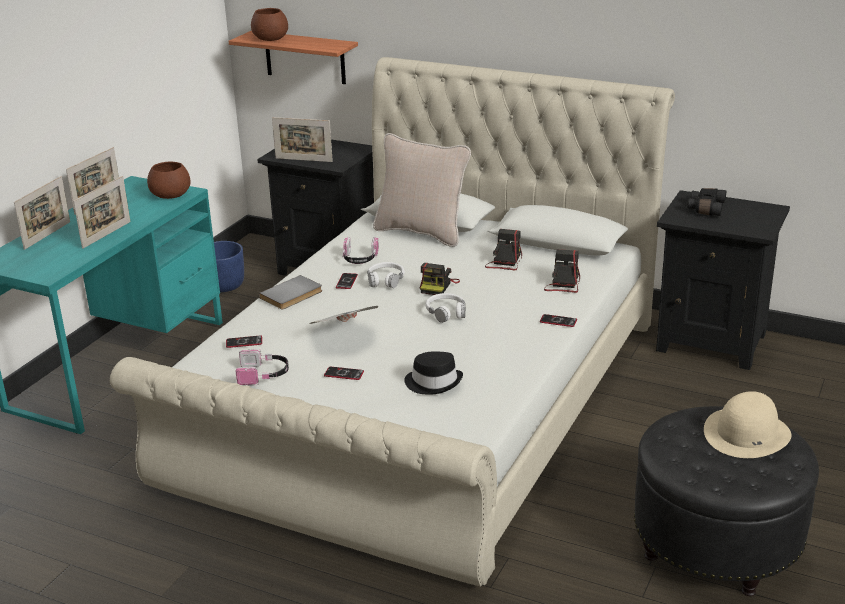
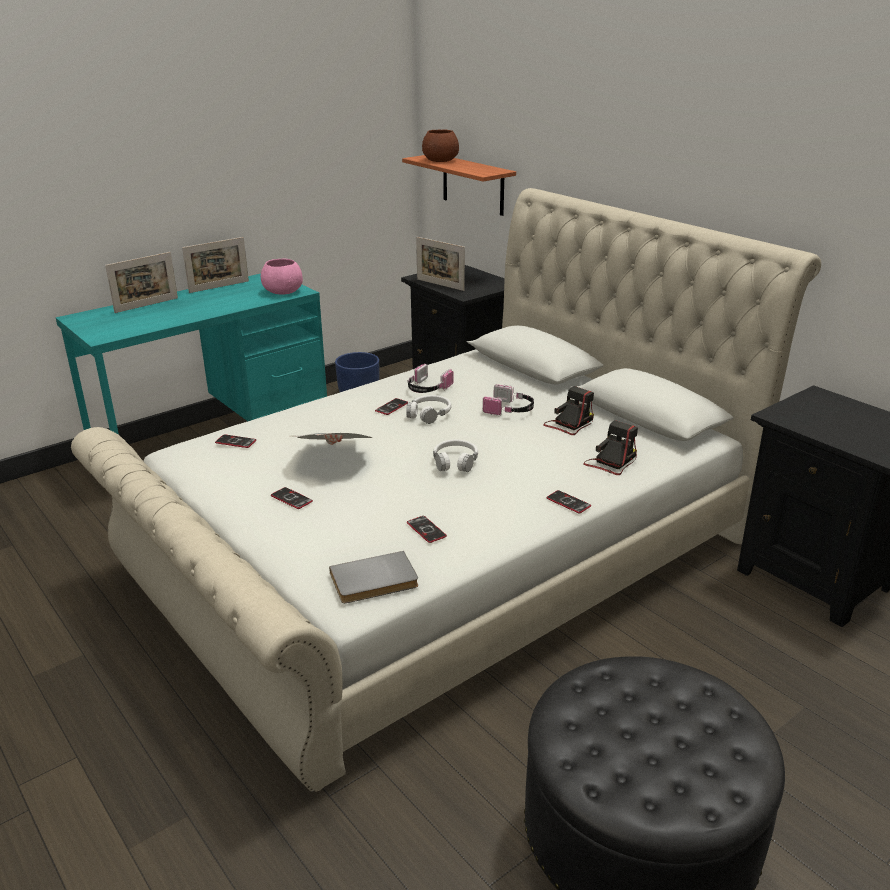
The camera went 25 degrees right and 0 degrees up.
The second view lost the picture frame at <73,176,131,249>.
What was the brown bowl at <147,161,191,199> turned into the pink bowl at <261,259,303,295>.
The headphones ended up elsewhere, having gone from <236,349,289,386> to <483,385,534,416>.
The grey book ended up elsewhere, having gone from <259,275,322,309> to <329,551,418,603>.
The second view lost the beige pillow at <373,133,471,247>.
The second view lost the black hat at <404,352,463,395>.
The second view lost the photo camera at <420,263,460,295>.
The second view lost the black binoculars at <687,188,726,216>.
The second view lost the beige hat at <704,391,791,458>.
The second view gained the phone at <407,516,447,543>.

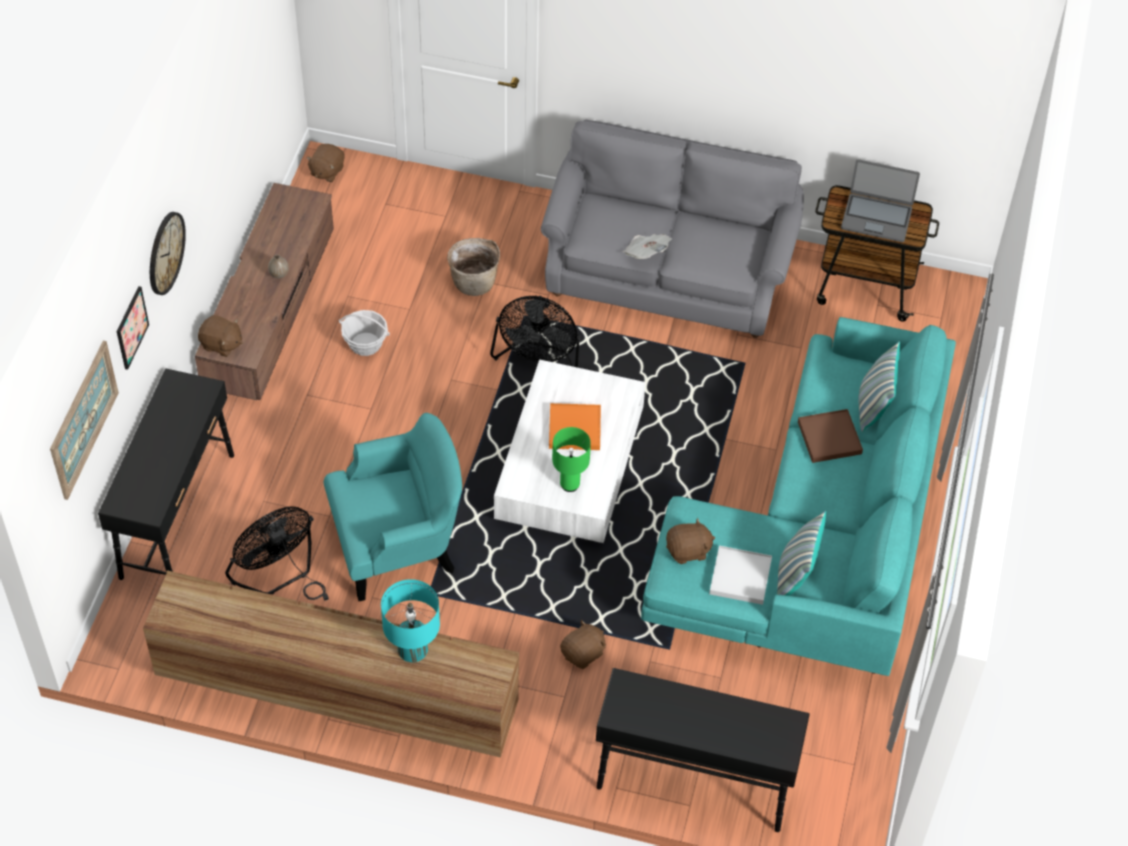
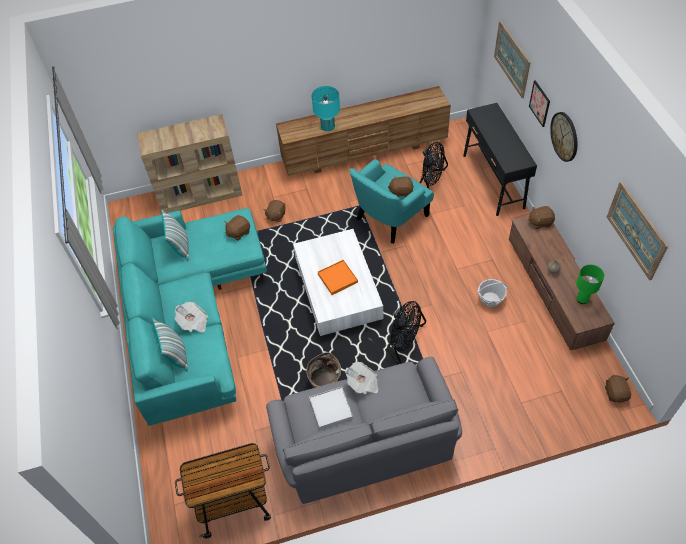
The camera went 155 degrees right and 0 degrees up.
The basket ended up elsewhere, having gone from <447,238,500,296> to <306,352,341,388>.
The black fan at <490,296,581,368> ended up facing another way, 135 degrees clockwise from before.
The green table lamp ended up elsewhere, having gone from <552,427,591,492> to <576,265,604,304>.
Where the black console table stood at <596,668,810,832>, the brown bookcase came to stand at <137,114,243,213>.
The white tray ended up elsewhere, having gone from <709,546,772,605> to <309,387,353,429>.
Where the brown tray stood at <798,409,863,463>, the newspaper came to stand at <175,302,208,333>.
The second view lost the laptop at <841,159,920,242>.
The second view gained the brown plush toy at <388,175,414,197>.
The second view gained the picture at <607,181,668,281>.

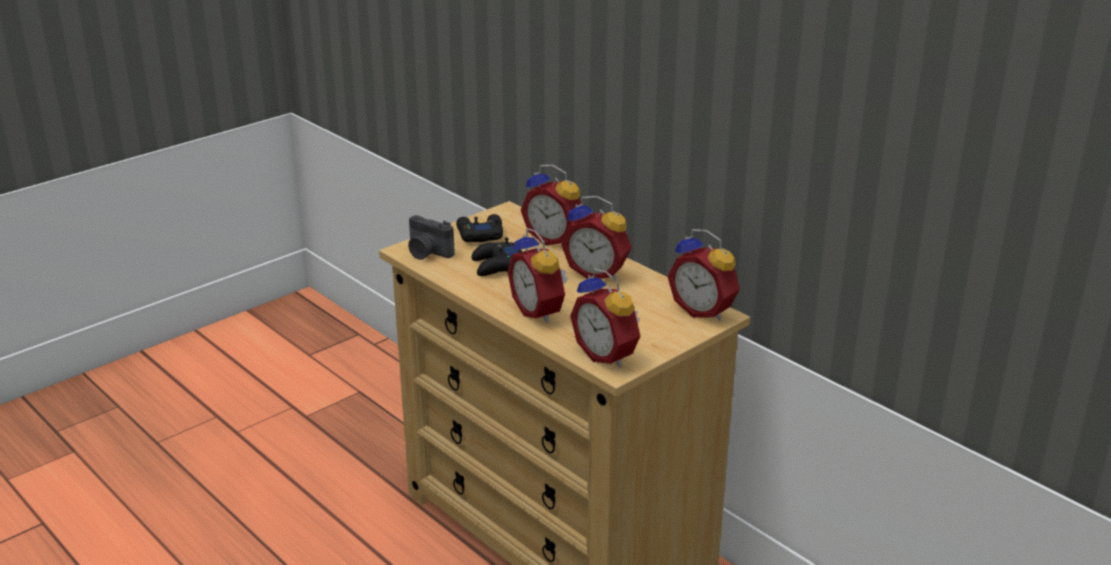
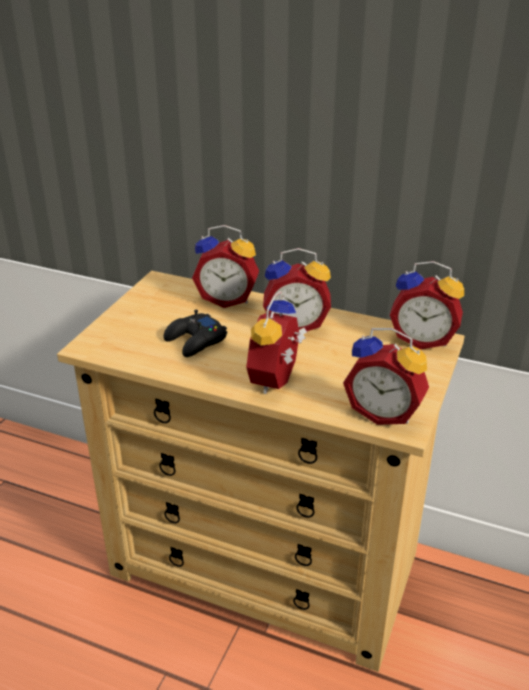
The camera went 25 degrees left and 5 degrees up.
The second view lost the photo camera at <408,215,455,260>.
The second view lost the black game controller at <456,214,503,242>.
The alarm clock at <508,228,568,323> ended up facing another way, 75 degrees clockwise from before.

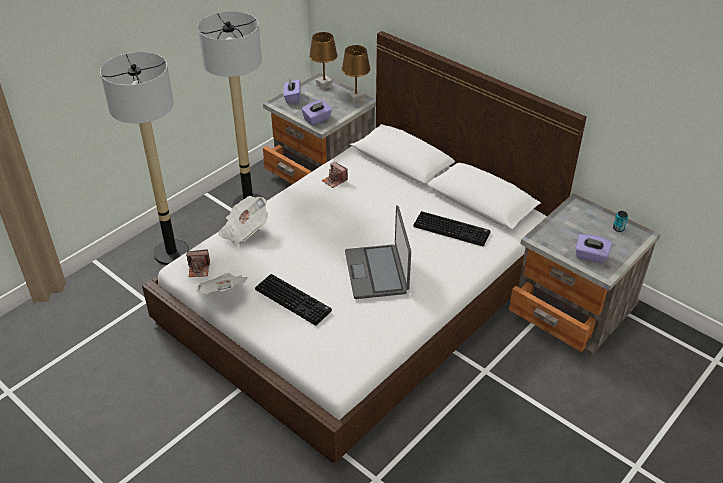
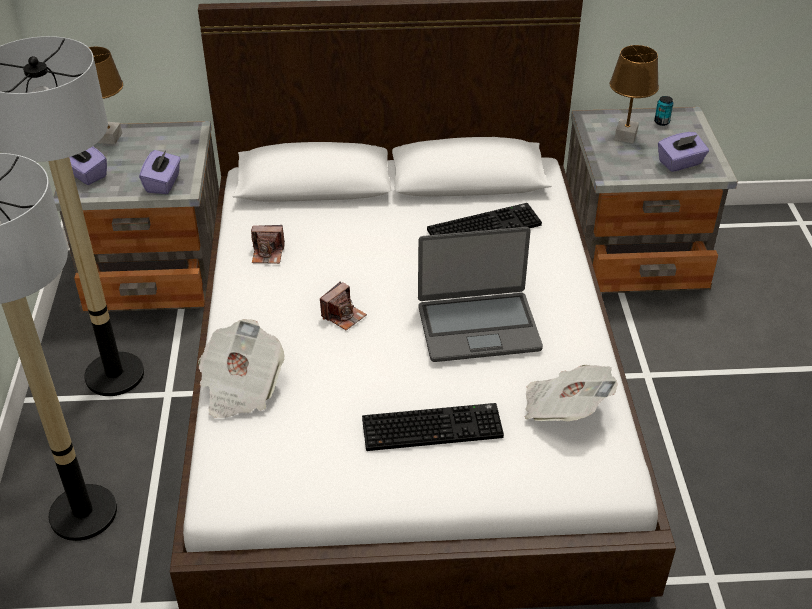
The camera went 45 degrees left and 0 degrees up.
The photo camera ended up elsewhere, having gone from <186,249,210,277> to <320,281,367,330>.
The newspaper ended up elsewhere, having gone from <197,273,248,294> to <525,365,618,421>.
The brown table lamp ended up elsewhere, having gone from <342,45,370,104> to <610,45,659,143>.
The laptop at <345,205,411,299> ended up facing another way, 45 degrees counterclockwise from before.

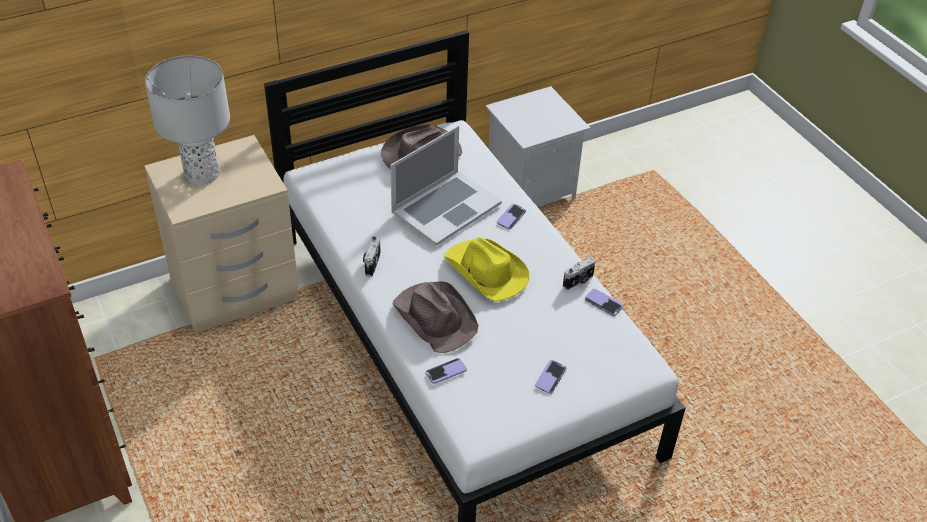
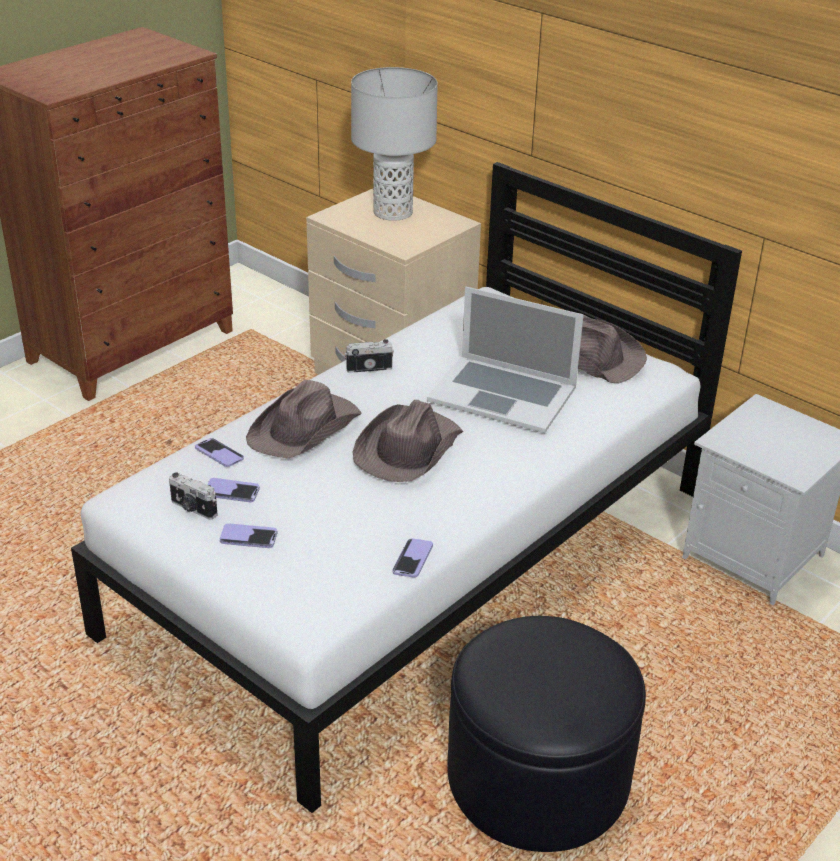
The camera went 70 degrees right and 10 degrees down.
What was the yellow hat at <444,237,530,302> turned into the brown hat at <353,400,464,482>.
The phone ended up elsewhere, having gone from <497,203,526,230> to <207,478,260,502>.
The photo camera ended up elsewhere, having gone from <563,257,595,290> to <169,473,218,520>.
The second view gained the black ottoman at <447,616,646,852>.

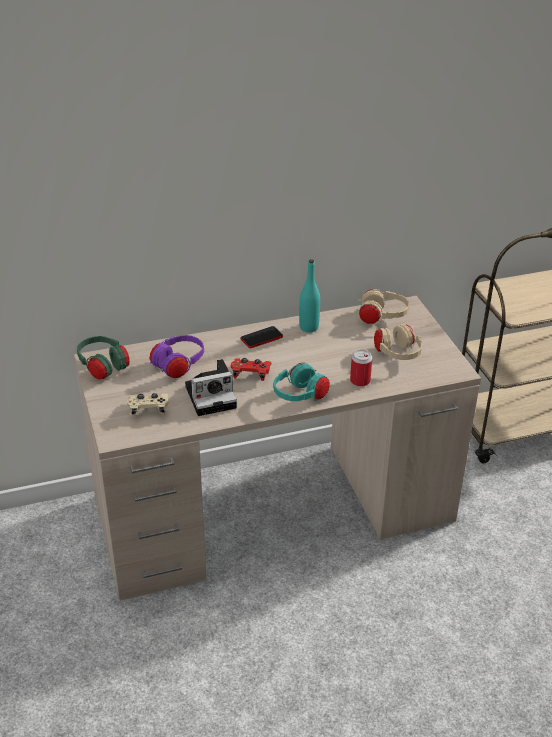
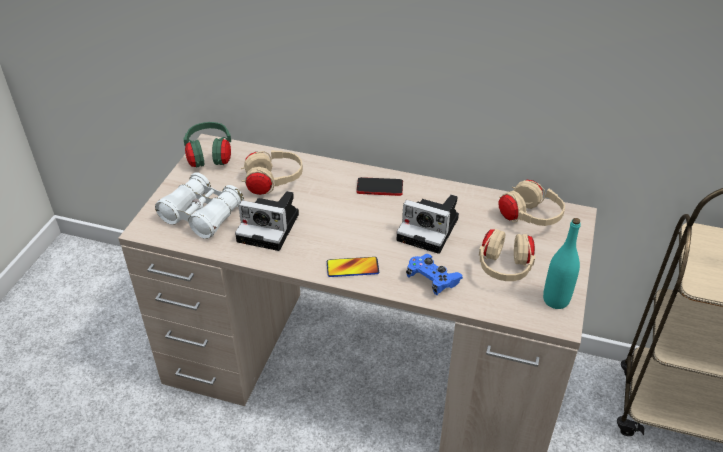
The camera went 35 degrees right and 5 degrees up.
Where the beige game controller stood at <127,393,169,417>, the white binoculars came to stand at <155,172,244,239>.
What was the purple headphones at <150,335,204,378> turned into the beige headphones at <241,150,303,195>.
The second view lost the red game controller at <231,358,272,381>.
Where the turquoise headphones stood at <273,363,330,401>, the phone came to stand at <327,257,379,277>.
The turquoise bottle ended up elsewhere, having gone from <299,259,320,333> to <543,218,581,309>.
Where the can stood at <350,349,372,387>, the blue game controller came to stand at <406,254,463,295>.
The second view gained the photo camera at <397,195,459,254>.

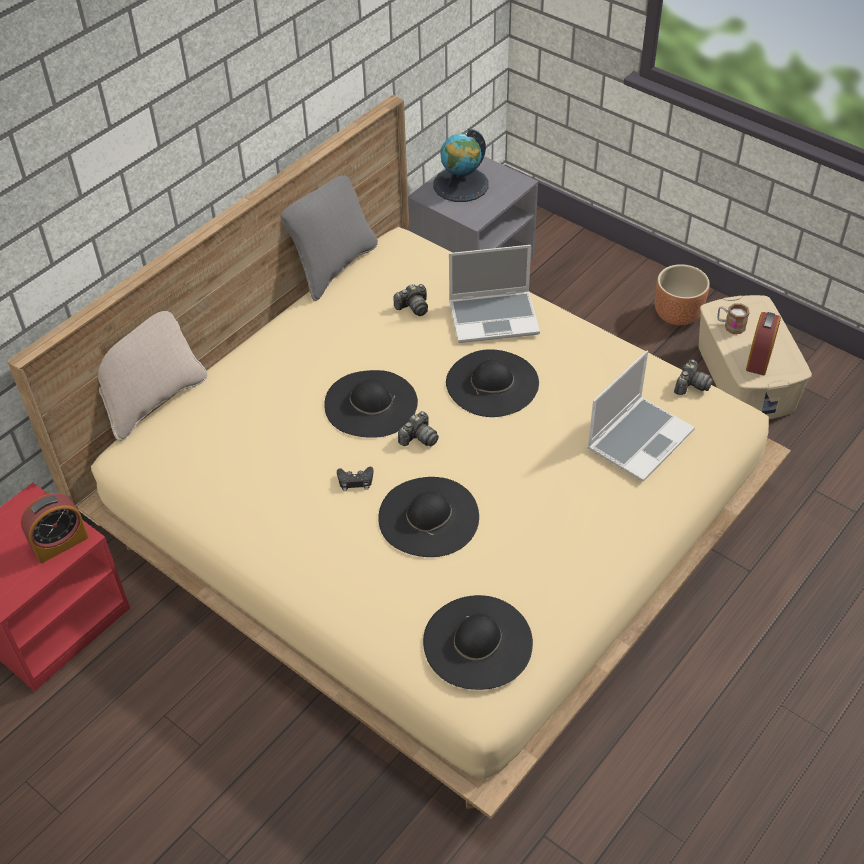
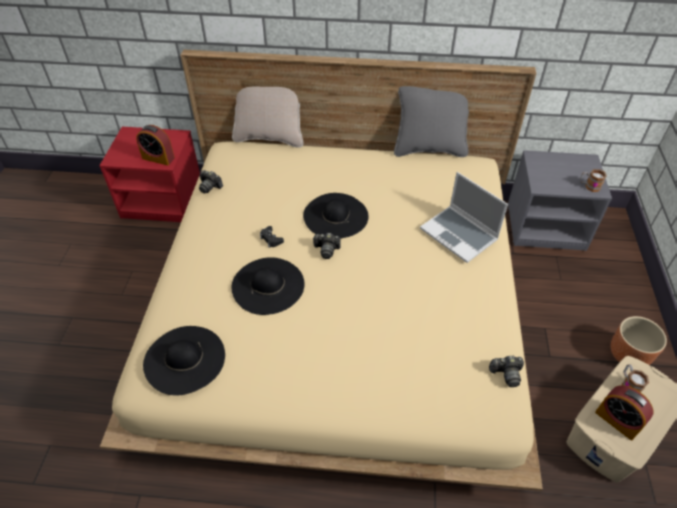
The camera went 55 degrees right and 0 degrees up.
The photo camera ended up elsewhere, having gone from <394,284,428,316> to <199,170,223,194>.
The second view lost the globe at <433,129,488,202>.
The second view lost the black hat at <446,349,539,417>.
The second view lost the laptop at <587,350,695,482>.
The alarm clock at <746,312,781,375> ended up facing another way, 60 degrees clockwise from before.
The second view gained the mug at <580,169,607,192>.

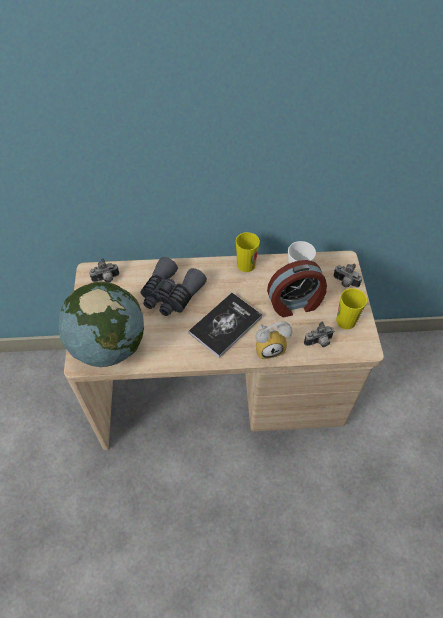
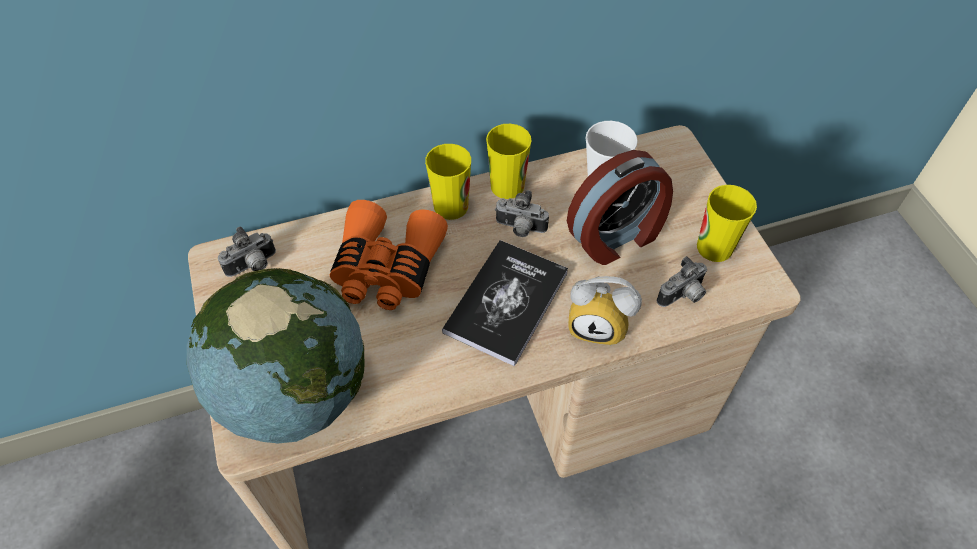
The camera went 15 degrees left and 0 degrees up.
What was the grey binoculars at <140,257,207,316> turned into the orange binoculars at <330,200,448,310>.
The alarm clock at <256,321,292,359> ended up facing another way, 45 degrees clockwise from before.
The photo camera ended up elsewhere, having gone from <333,263,362,288> to <495,190,549,237>.
The second view gained the cup at <425,144,471,220>.

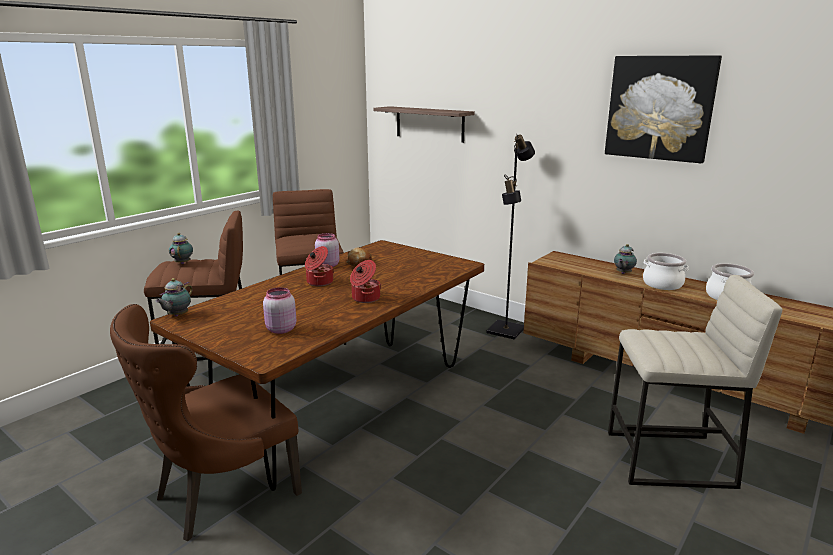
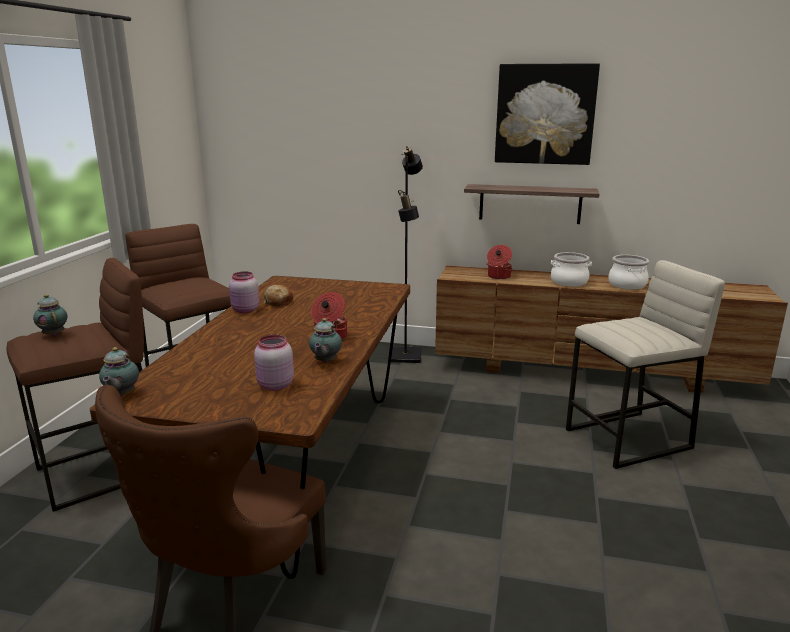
The camera went 25 degrees left and 0 degrees up.
The cooking pot ended up elsewhere, having gone from <305,246,334,286> to <487,245,513,279>.
The shelf ended up elsewhere, having gone from <373,106,475,143> to <464,184,599,224>.
The teapot ended up elsewhere, having gone from <614,244,637,274> to <309,318,342,363>.

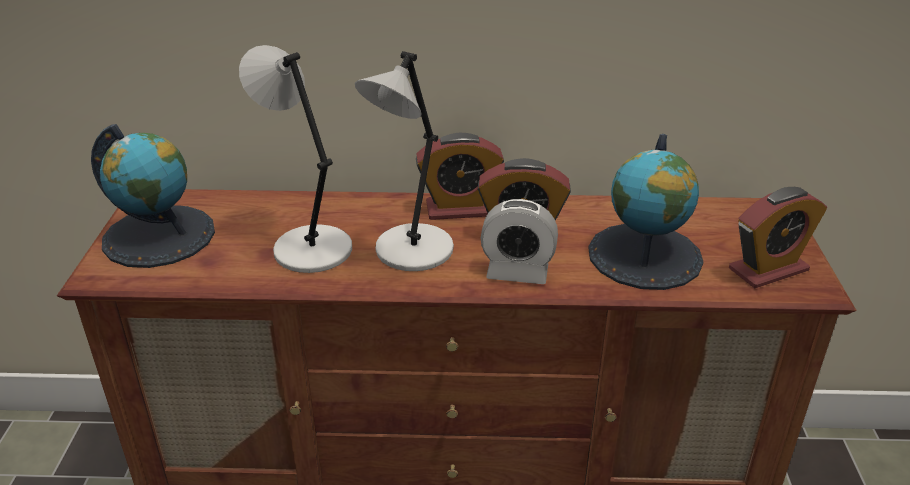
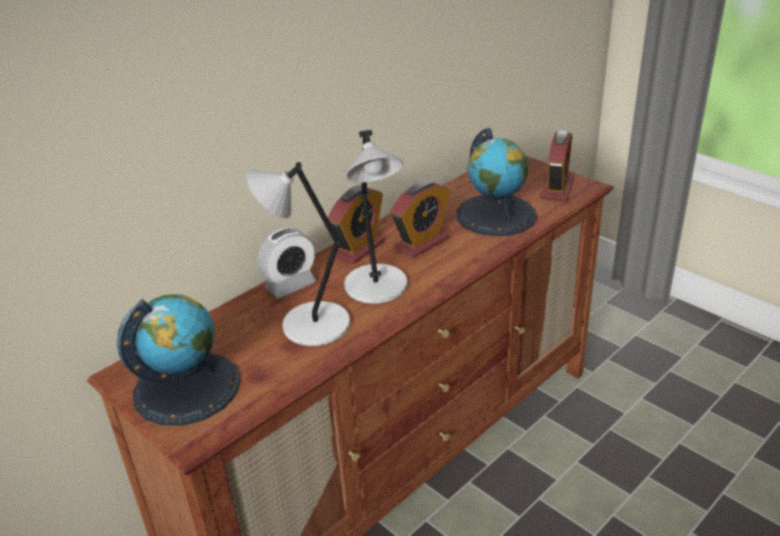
The camera went 45 degrees left and 0 degrees up.
The alarm clock ended up elsewhere, having gone from <481,199,558,284> to <257,228,316,298>.

